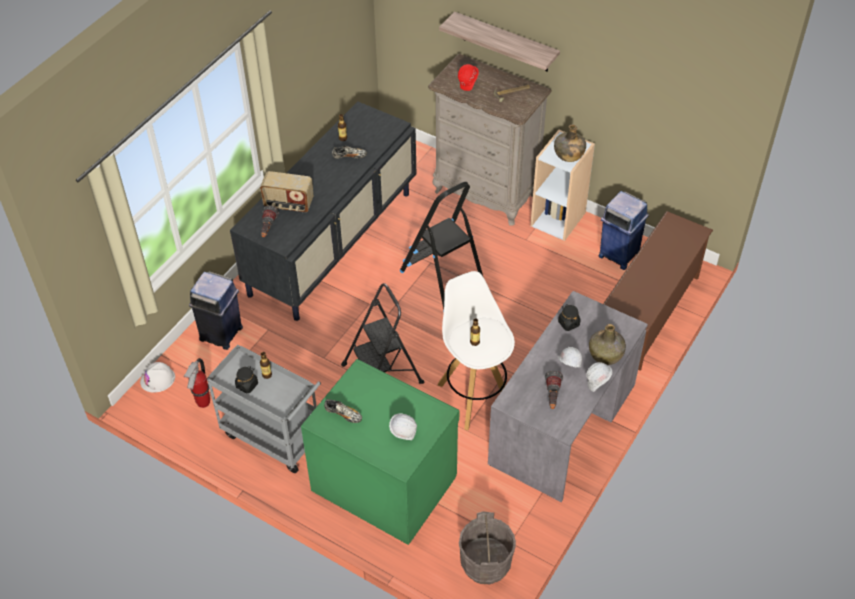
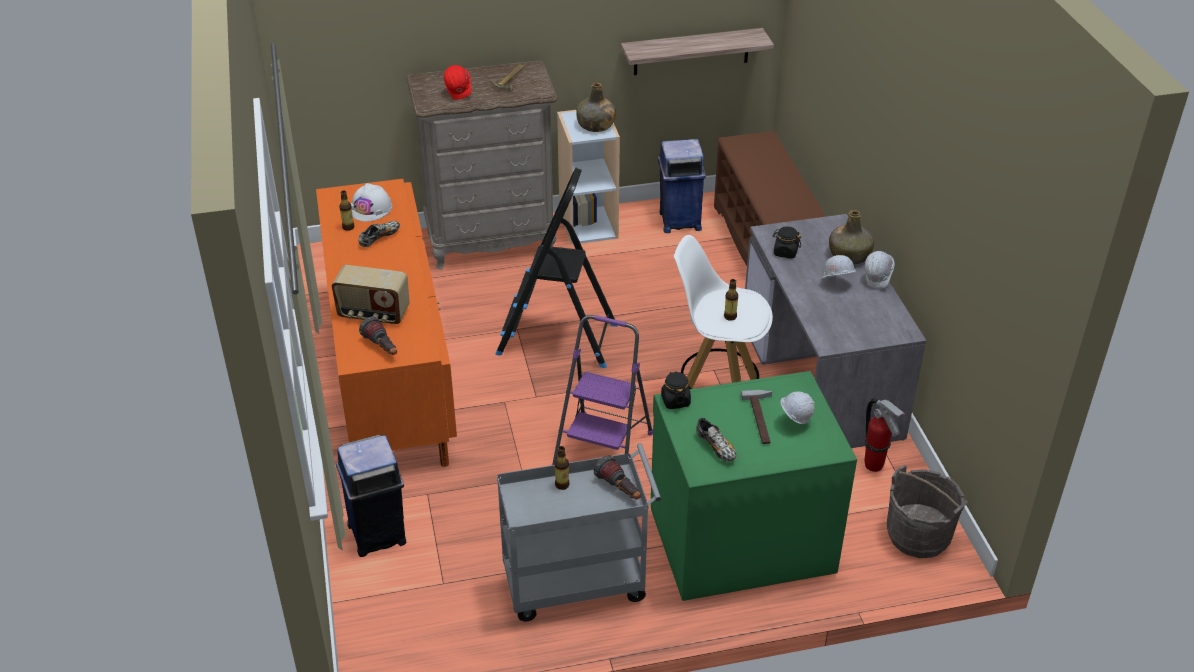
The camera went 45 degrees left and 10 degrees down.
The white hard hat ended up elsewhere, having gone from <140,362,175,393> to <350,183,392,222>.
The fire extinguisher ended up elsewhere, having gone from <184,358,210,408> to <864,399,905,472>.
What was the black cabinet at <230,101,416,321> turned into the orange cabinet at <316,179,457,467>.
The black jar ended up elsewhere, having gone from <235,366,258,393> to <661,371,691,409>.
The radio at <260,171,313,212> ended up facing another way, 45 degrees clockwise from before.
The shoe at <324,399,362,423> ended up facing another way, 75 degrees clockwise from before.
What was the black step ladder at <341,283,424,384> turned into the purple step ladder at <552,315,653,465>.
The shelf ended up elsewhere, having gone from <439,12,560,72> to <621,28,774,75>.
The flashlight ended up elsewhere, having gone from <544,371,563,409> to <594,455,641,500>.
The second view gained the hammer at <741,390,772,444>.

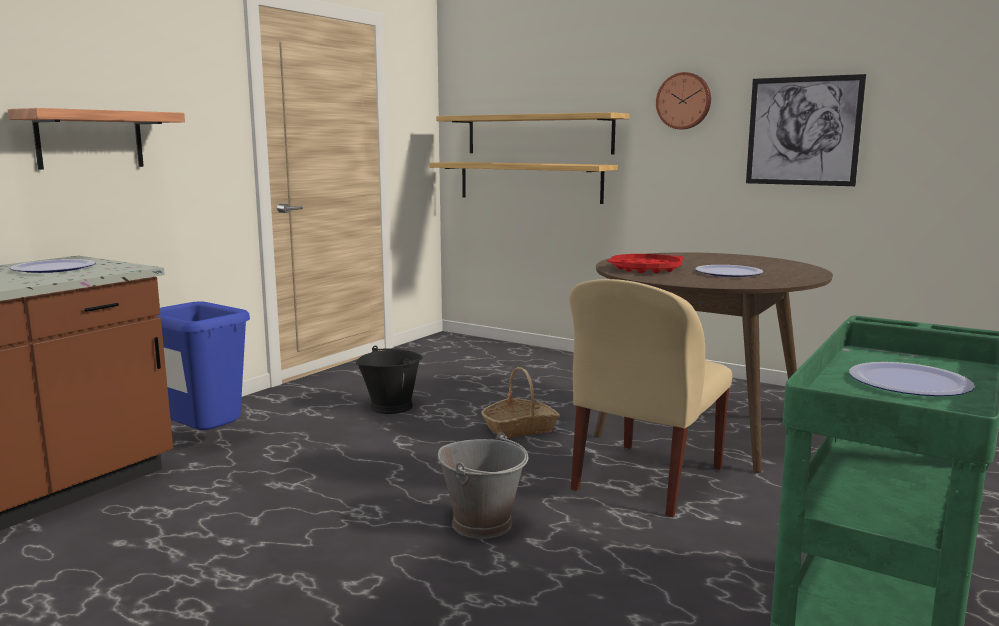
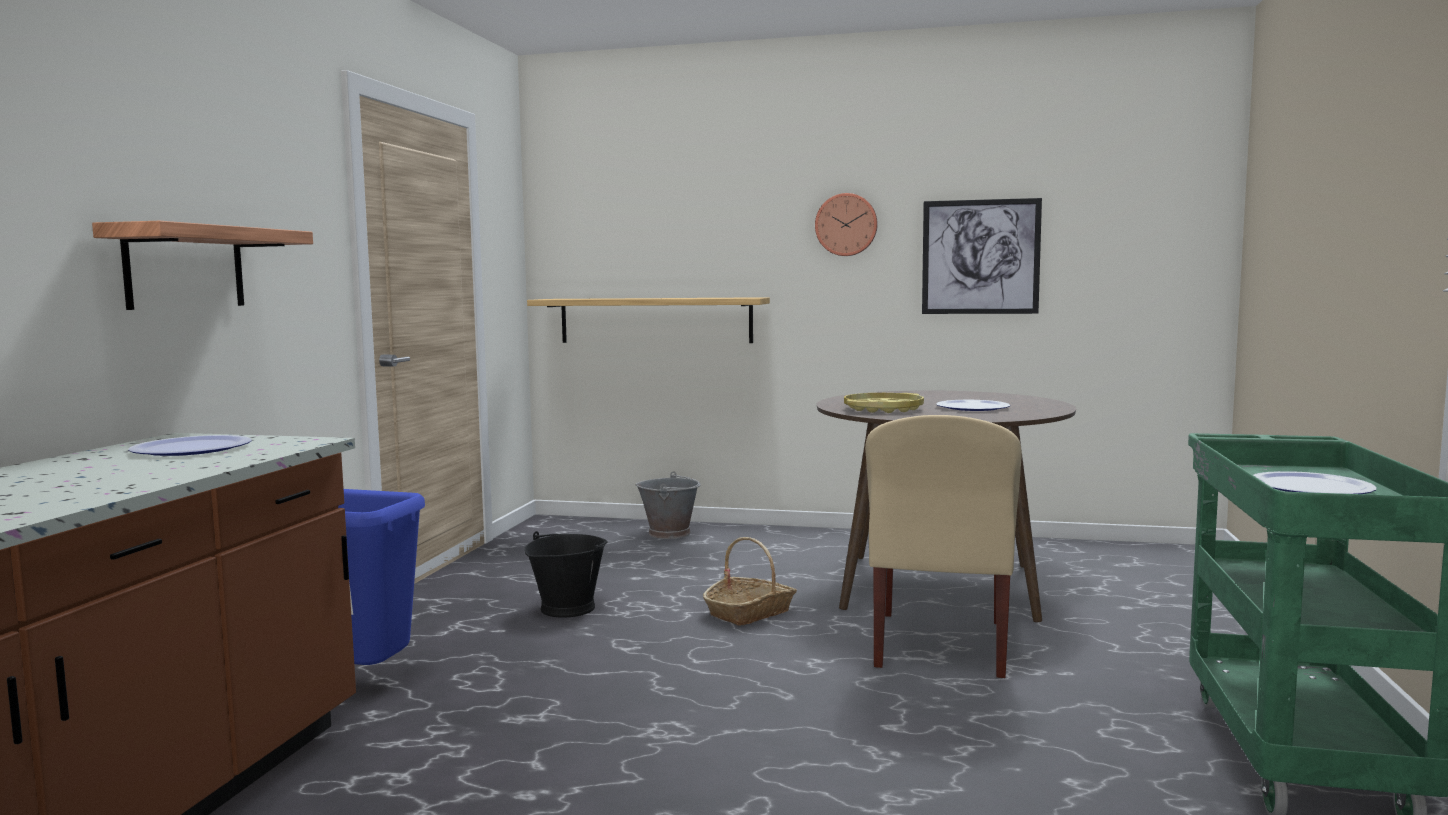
The camera went 20 degrees left and 5 degrees down.
The second view lost the shelf at <436,112,629,155>.
The grey bucket ended up elsewhere, having gone from <438,432,528,539> to <636,471,701,539>.
What was the red tray at <607,254,684,273> turned into the yellow tray at <844,393,924,413>.

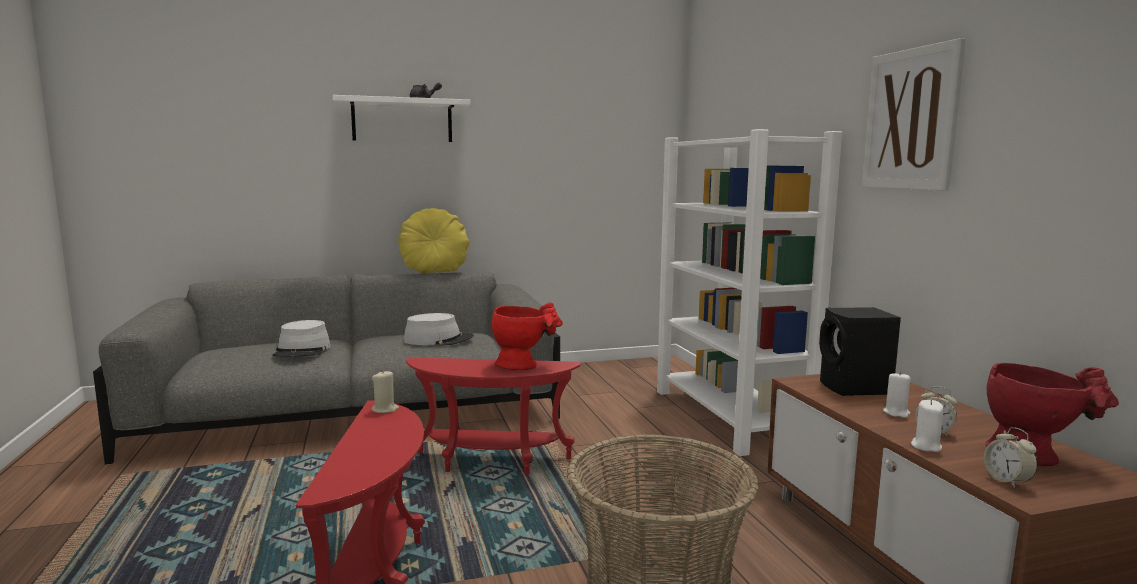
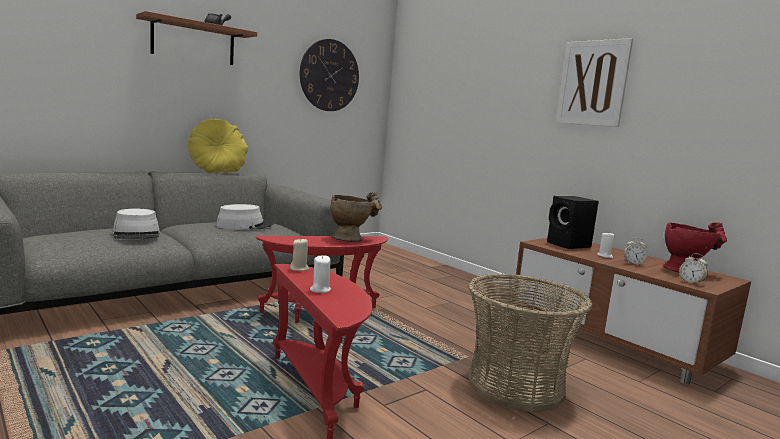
The camera went 25 degrees left and 0 degrees up.
What was the white shelf at <333,95,470,142> turned into the brown shelf at <136,11,257,65>.
What was the red vase at <492,303,563,370> turned into the beige vase at <331,192,382,242>.
The second view lost the white bookcase at <657,129,842,456>.
The white candle ended up elsewhere, having gone from <911,400,944,452> to <310,255,331,293>.
The second view gained the wall clock at <300,39,359,111>.

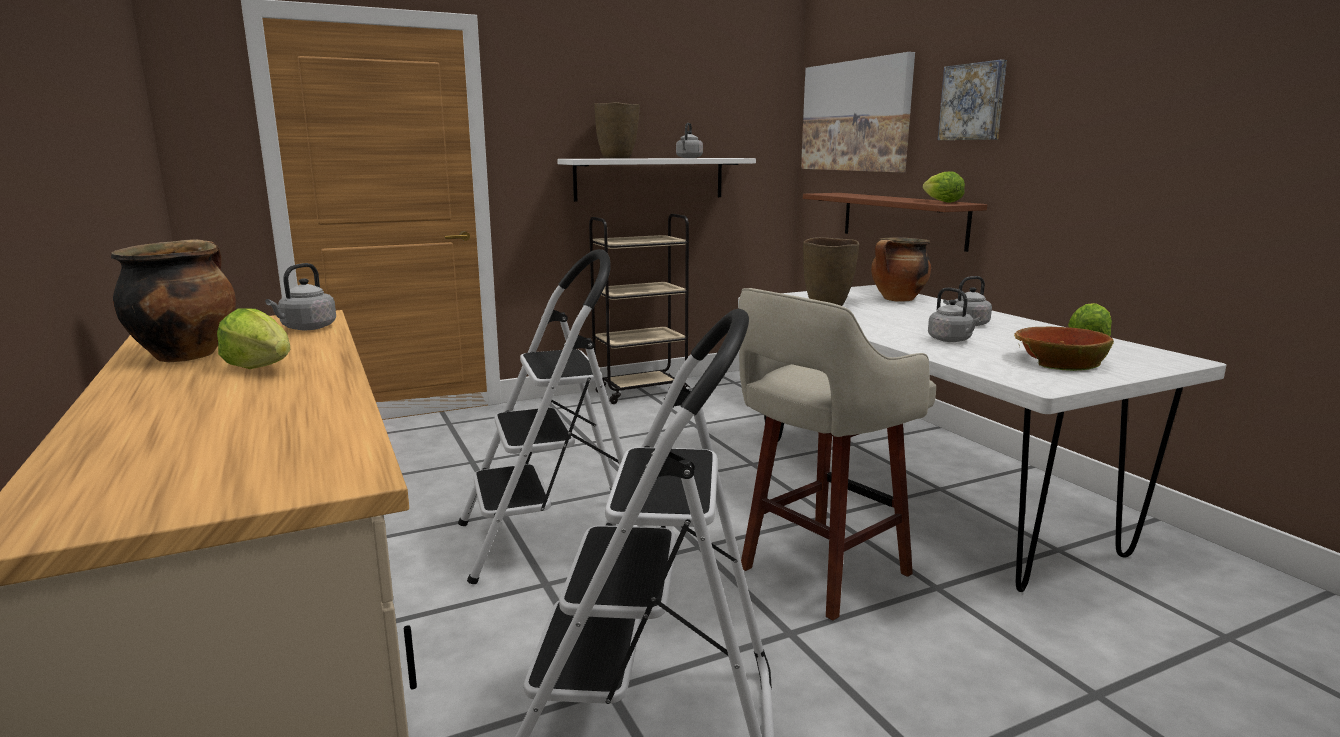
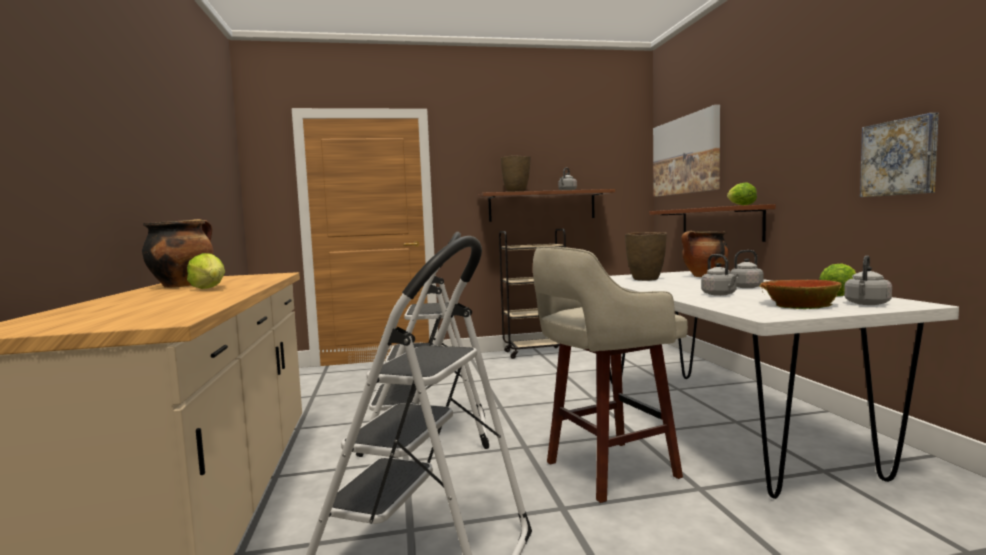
The camera went 15 degrees right and 10 degrees down.
The grey kettle ended up elsewhere, having gone from <265,263,336,330> to <844,255,892,305>.
What was the white shelf at <557,158,756,202> turned into the brown shelf at <478,189,615,222>.
The picture ended up elsewhere, having gone from <938,60,1007,140> to <860,113,939,197>.

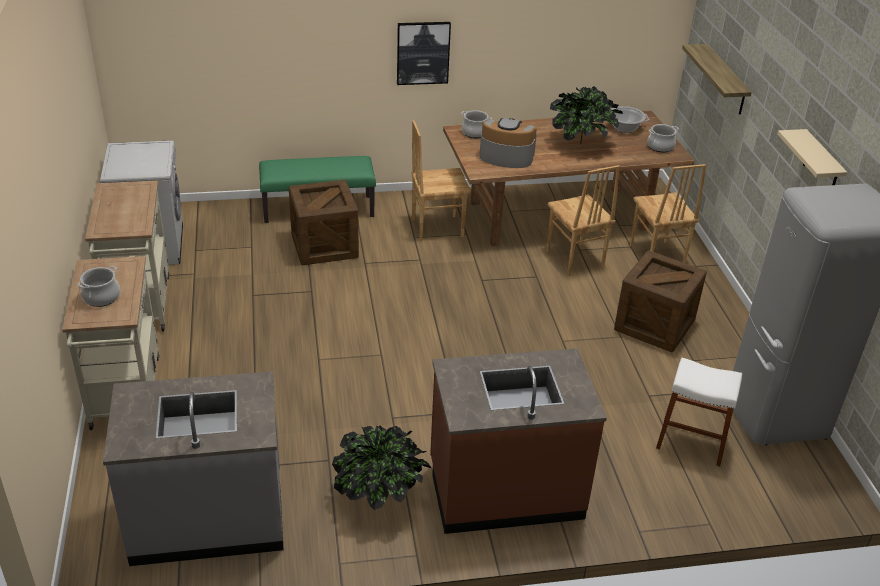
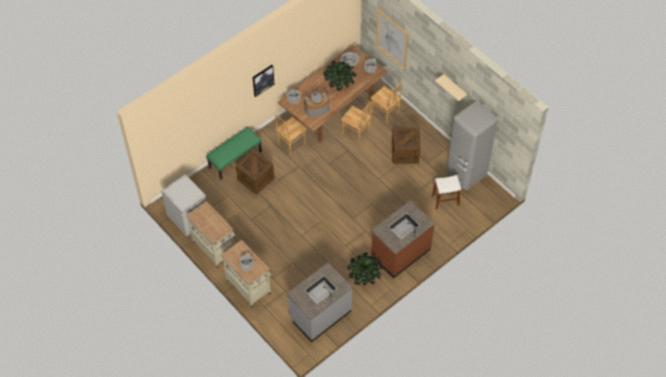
The camera went 30 degrees left and 20 degrees up.
Where the shelf hung at <682,44,752,115>, the picture came to hang at <376,10,408,70>.

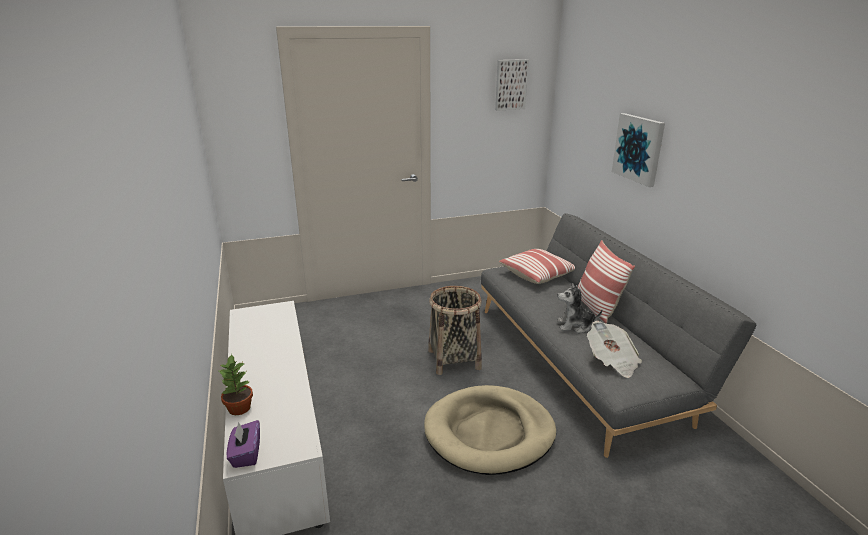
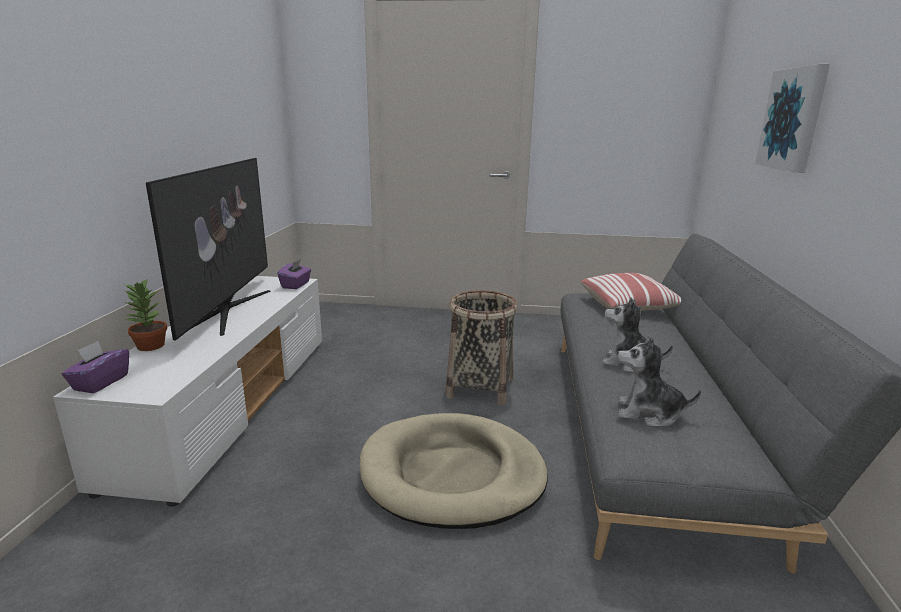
The camera went 25 degrees right and 5 degrees down.
The second view lost the picture at <495,59,529,111>.
The second view lost the pillow at <578,240,635,323>.
Where the newspaper stood at <587,321,642,378>, the plush toy came to stand at <617,336,701,427>.
The second view gained the television at <146,158,271,341>.
The second view gained the purple tissue box at <277,259,311,289>.

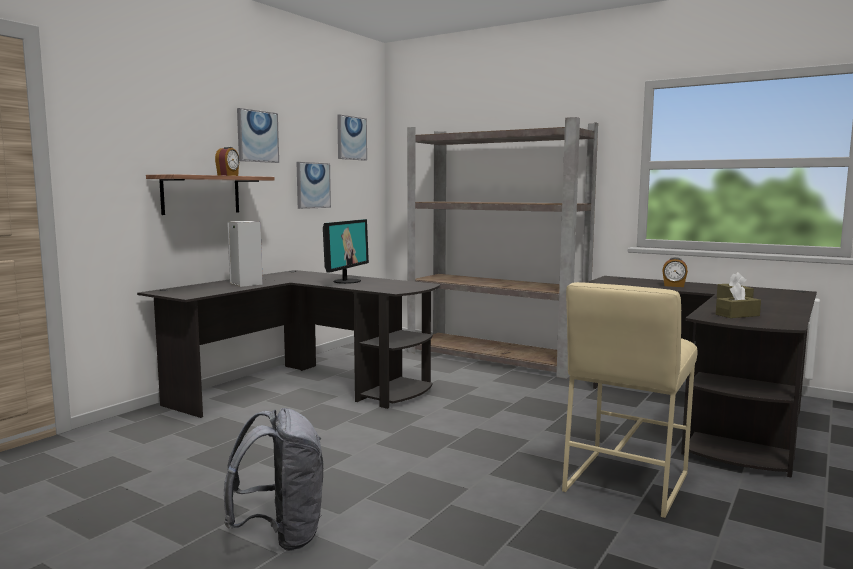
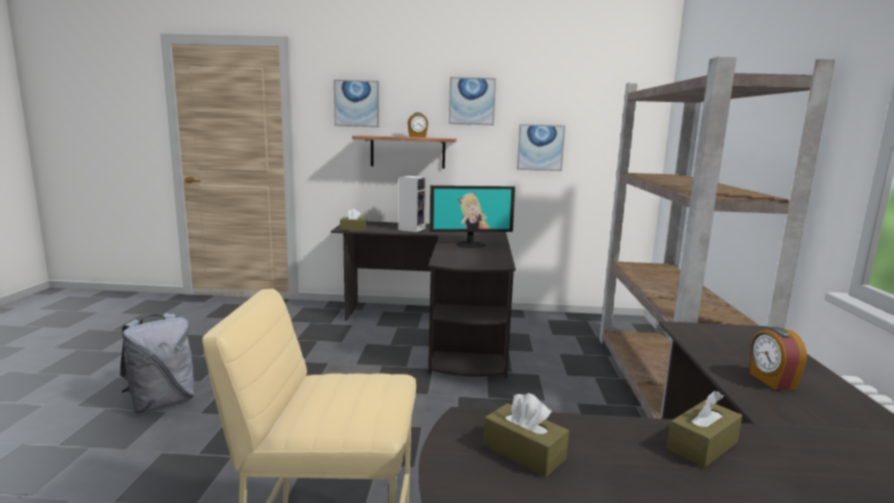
The camera went 60 degrees right and 5 degrees up.
The picture ended up elsewhere, having gone from <337,114,367,161> to <334,80,379,127>.
The second view gained the brown tissue box at <340,208,367,231>.

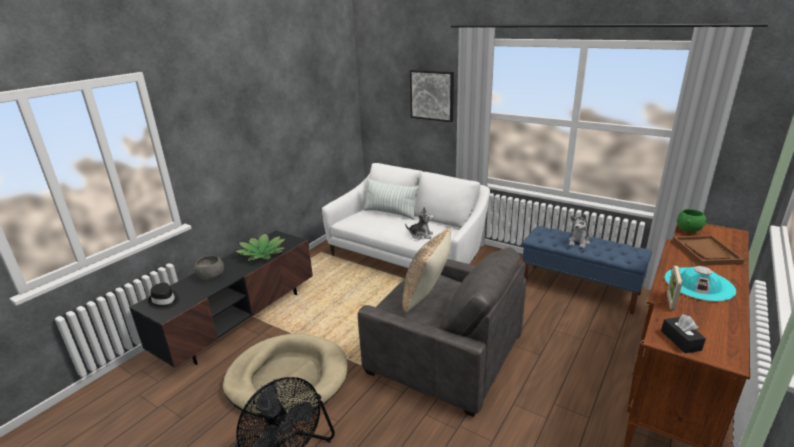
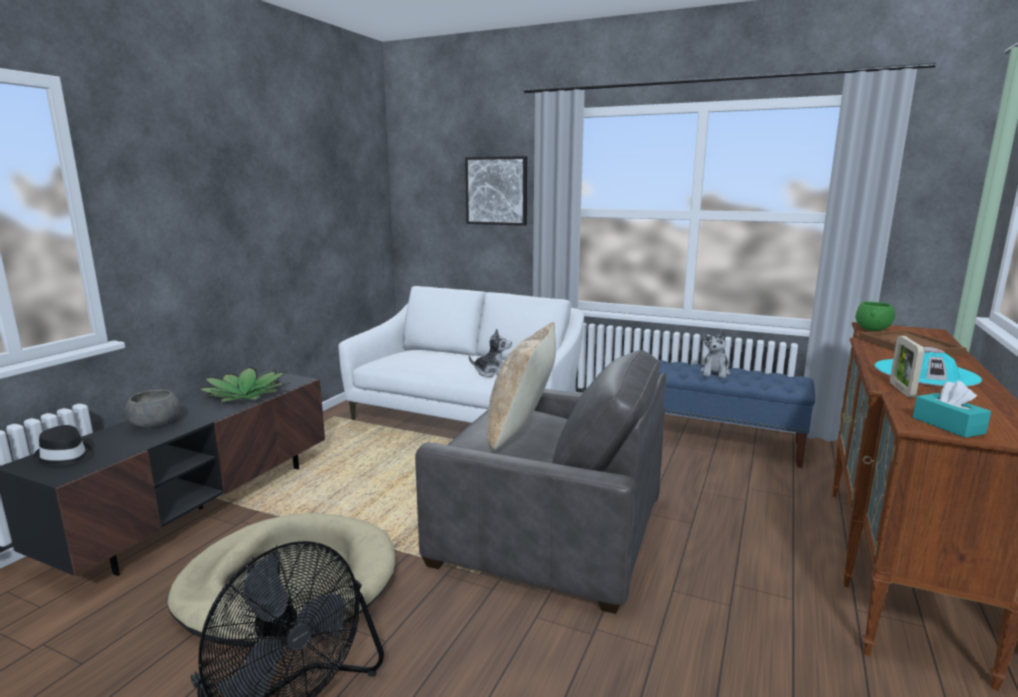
The camera went 10 degrees left and 10 degrees down.
The second view lost the pillow at <364,179,419,220>.
What was the black tissue box at <661,314,706,353> turned into the turquoise tissue box at <913,381,991,438>.

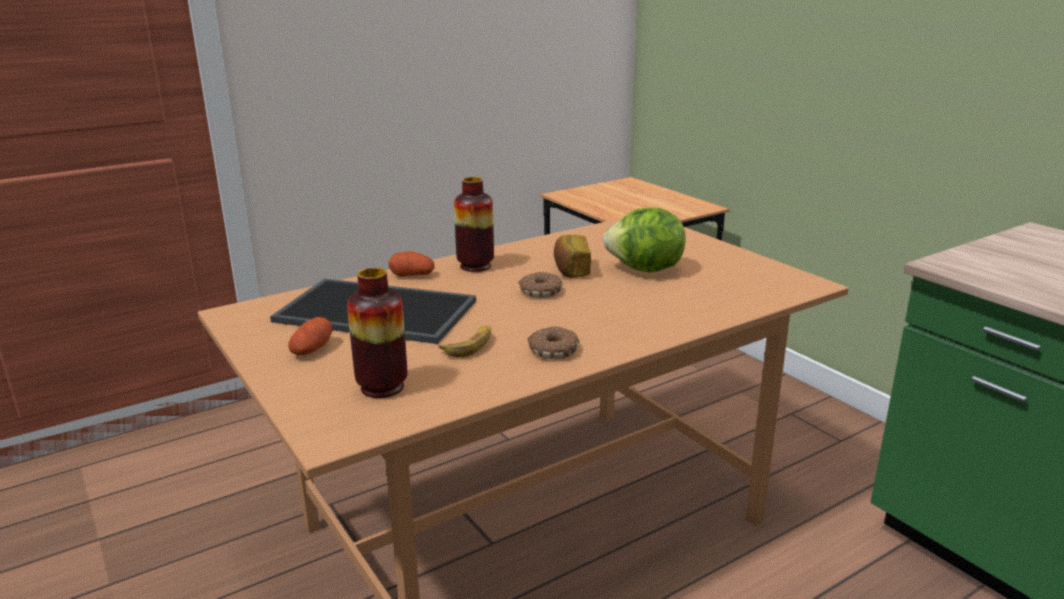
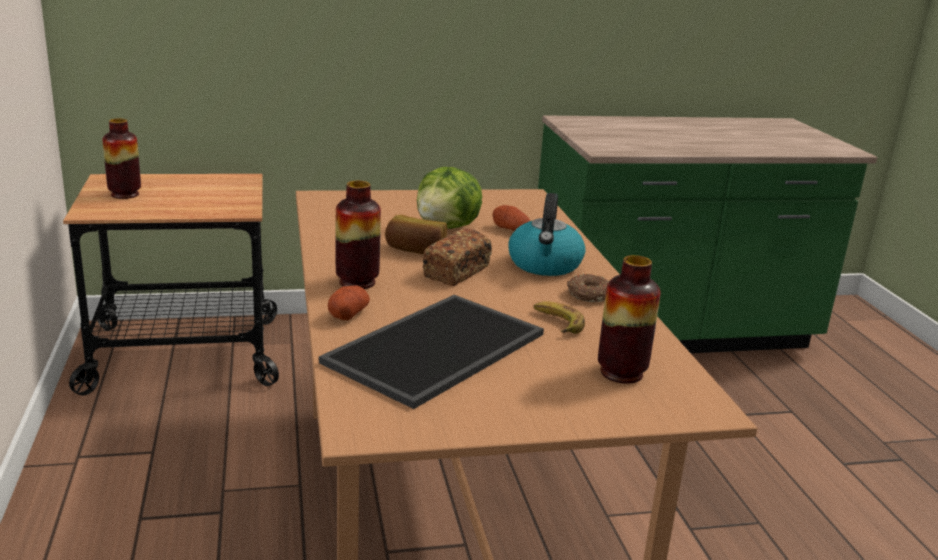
The camera went 70 degrees left and 0 degrees up.
The potato ended up elsewhere, having gone from <288,317,332,355> to <493,205,530,231>.
Where the donut stood at <518,272,563,298>, the bread came to stand at <423,228,492,286>.
The second view gained the vase at <103,119,141,199>.
The second view gained the kettle at <508,193,585,276>.

